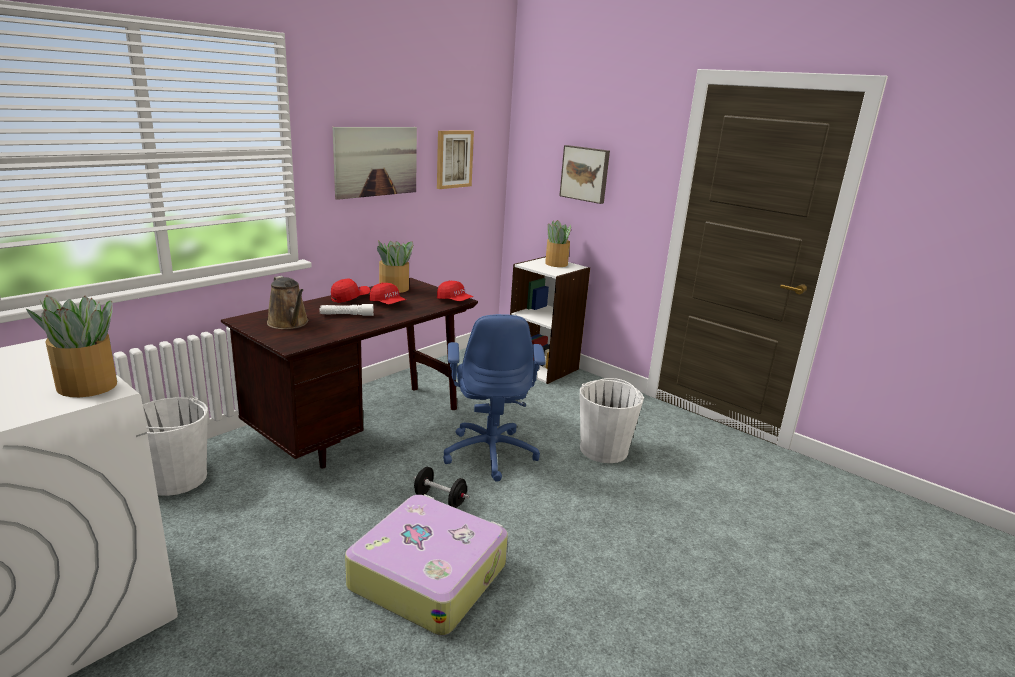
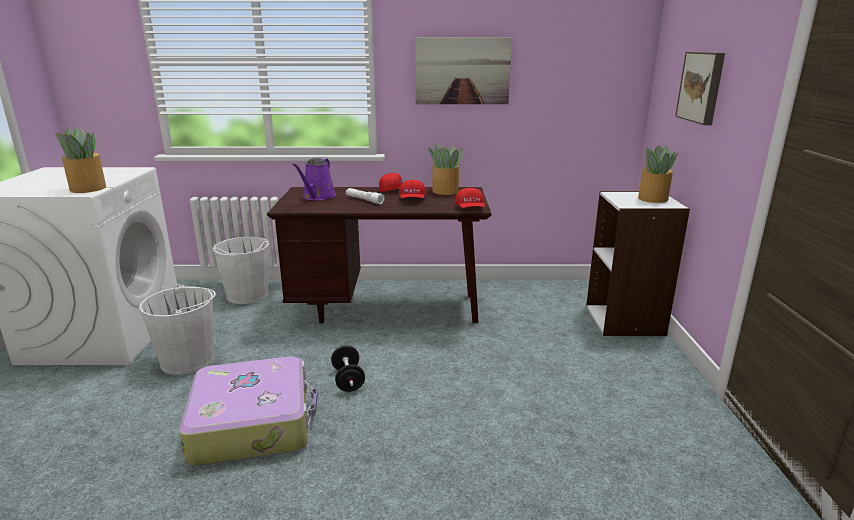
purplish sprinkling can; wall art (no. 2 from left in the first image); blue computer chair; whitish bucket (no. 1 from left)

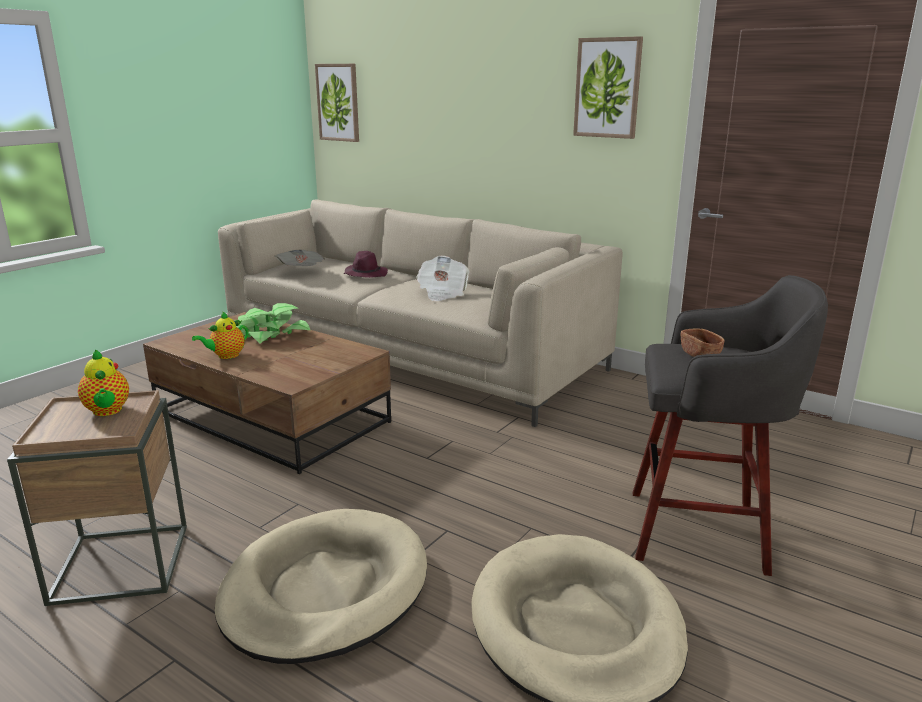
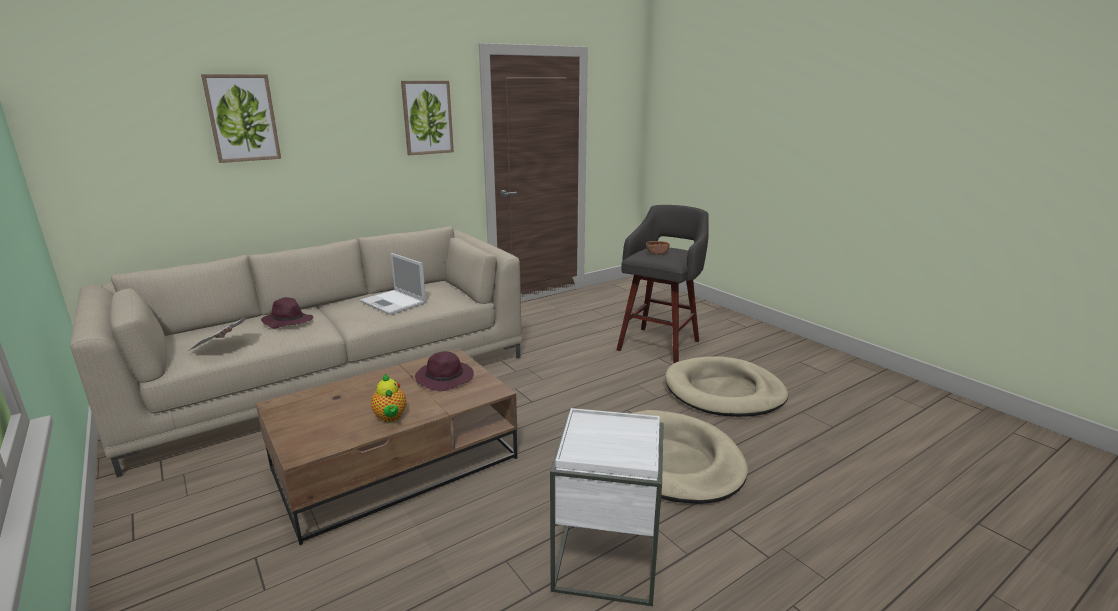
whitish side table; teapot (no. 1 from left in the first image); potted plant; wall art (no. 1 from left); laptop; purplish clothing hat (no. 2 from left)

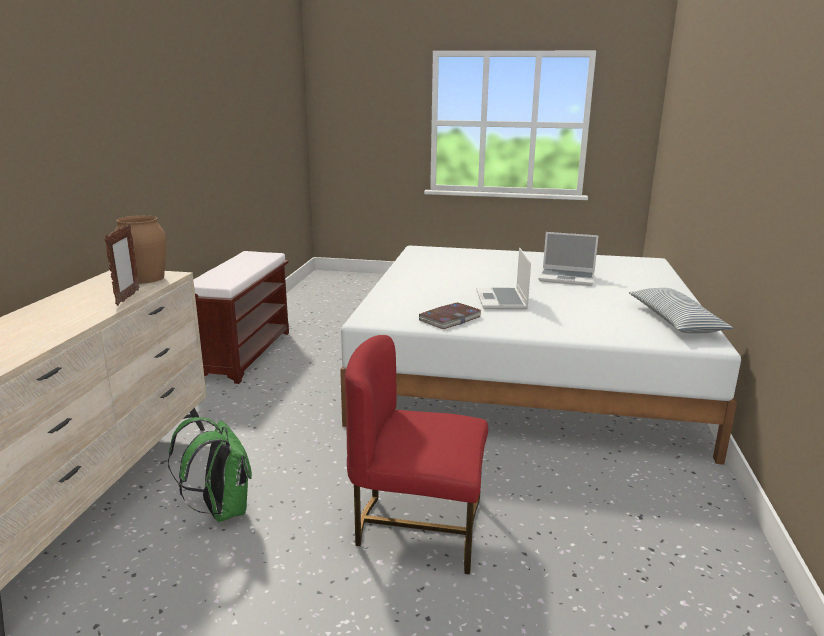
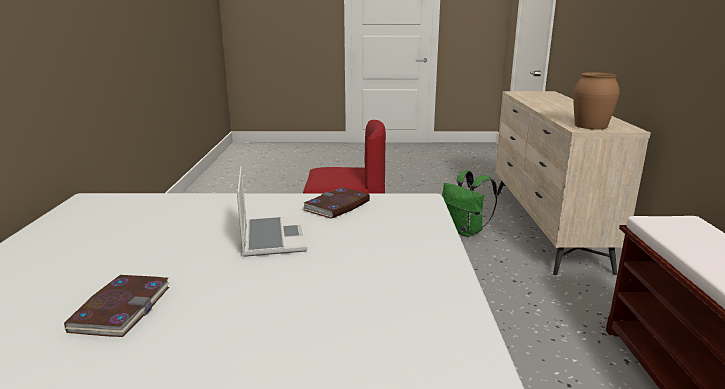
standing frame; book (no. 1 from left); cushion

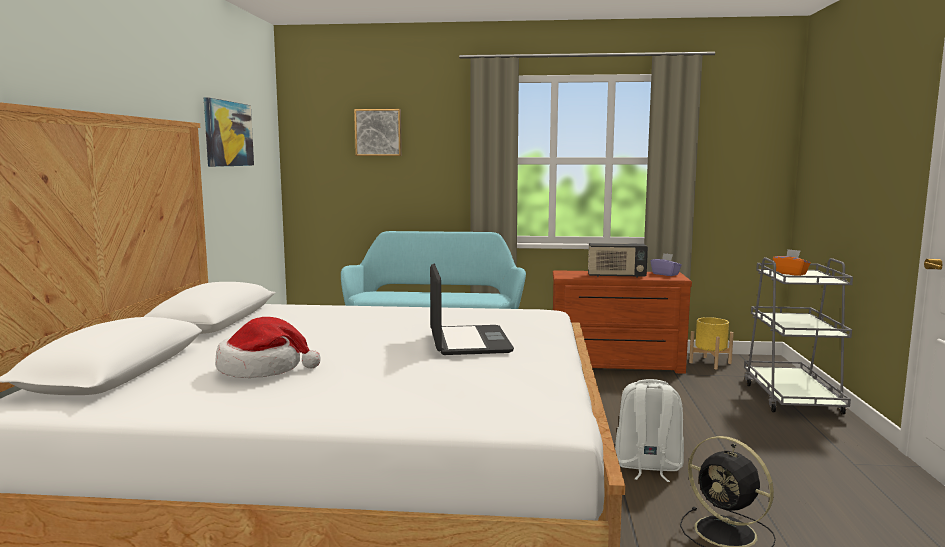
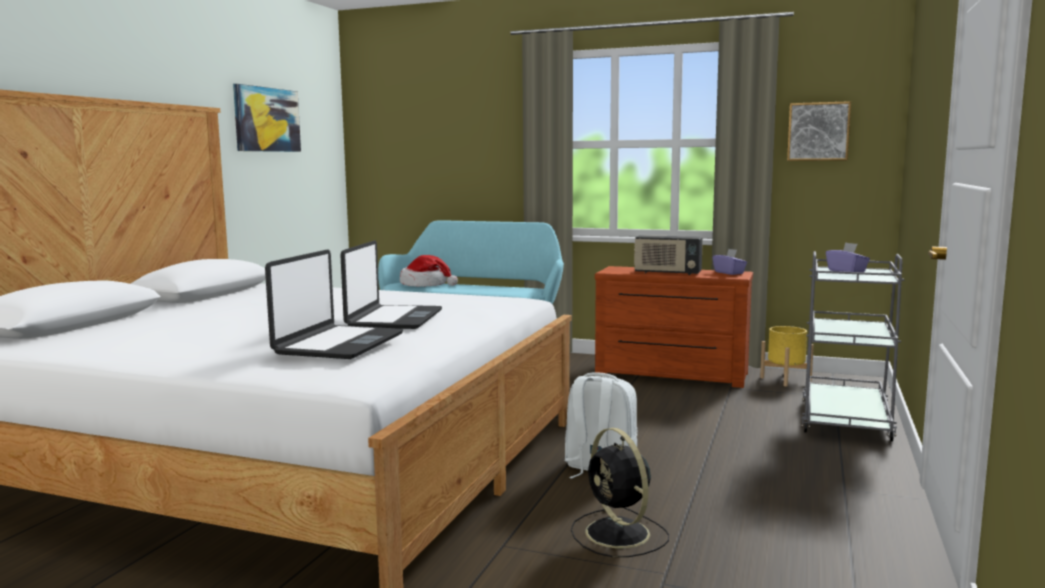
clothing hat; wall art (no. 2 from left); purplish box of tissues (no. 2 from left); laptop (no. 1 from left)

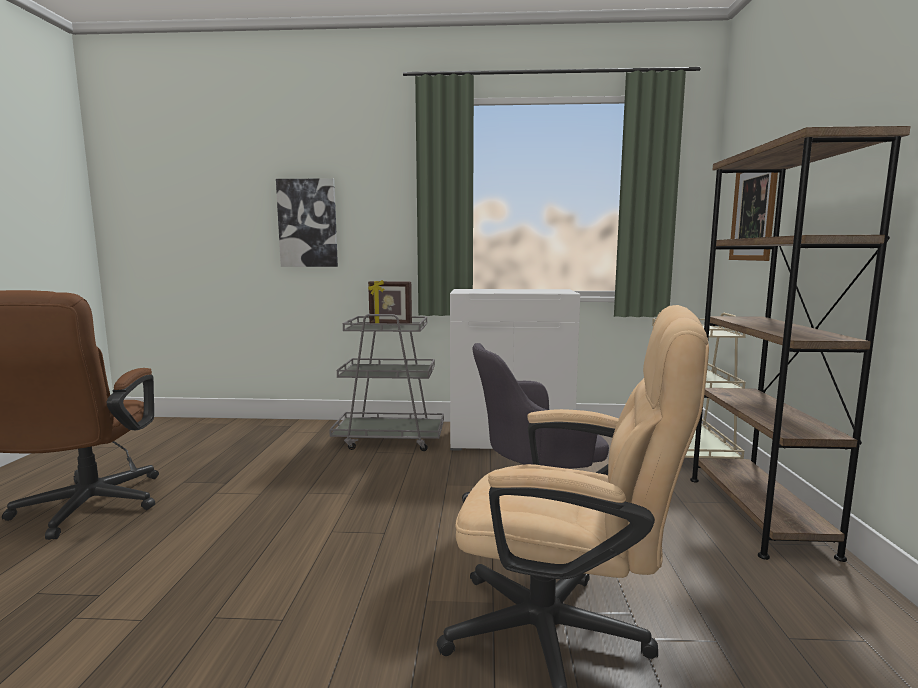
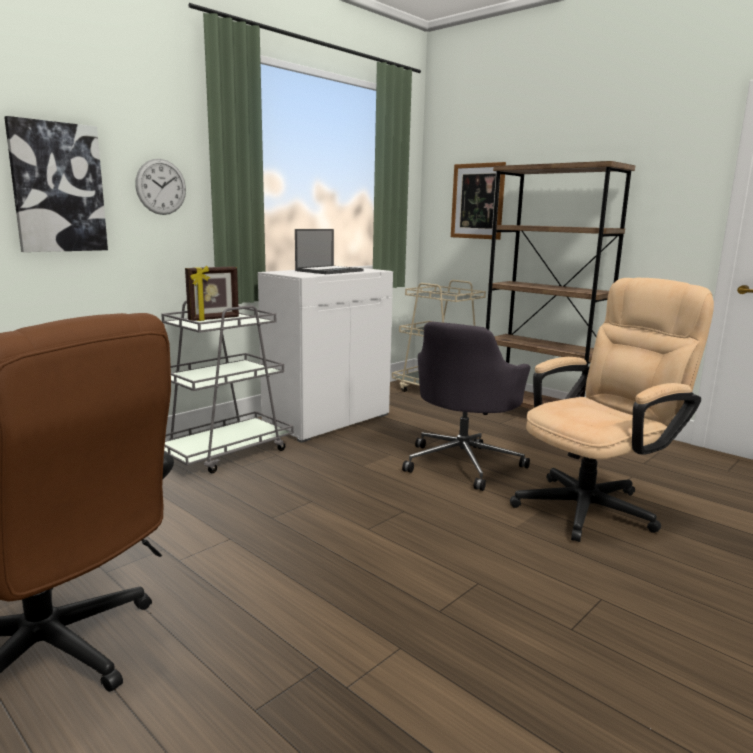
hanging clock; laptop

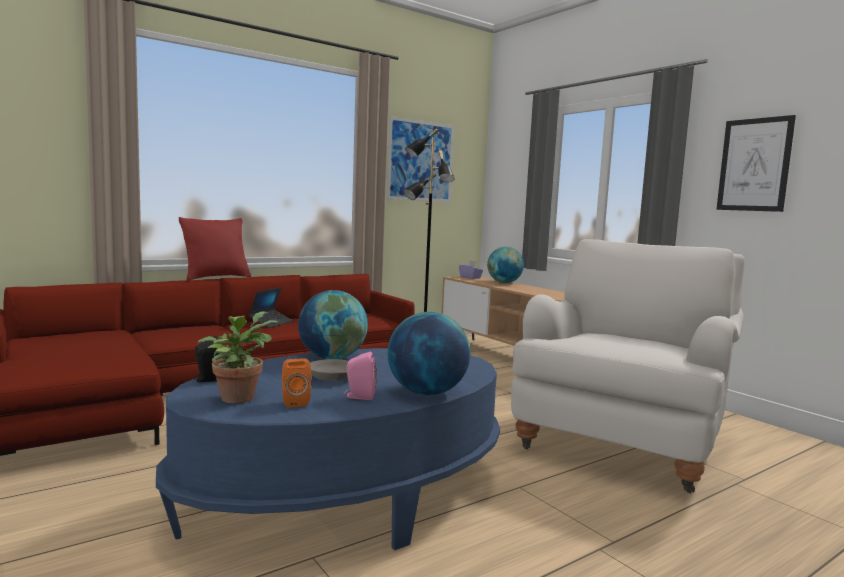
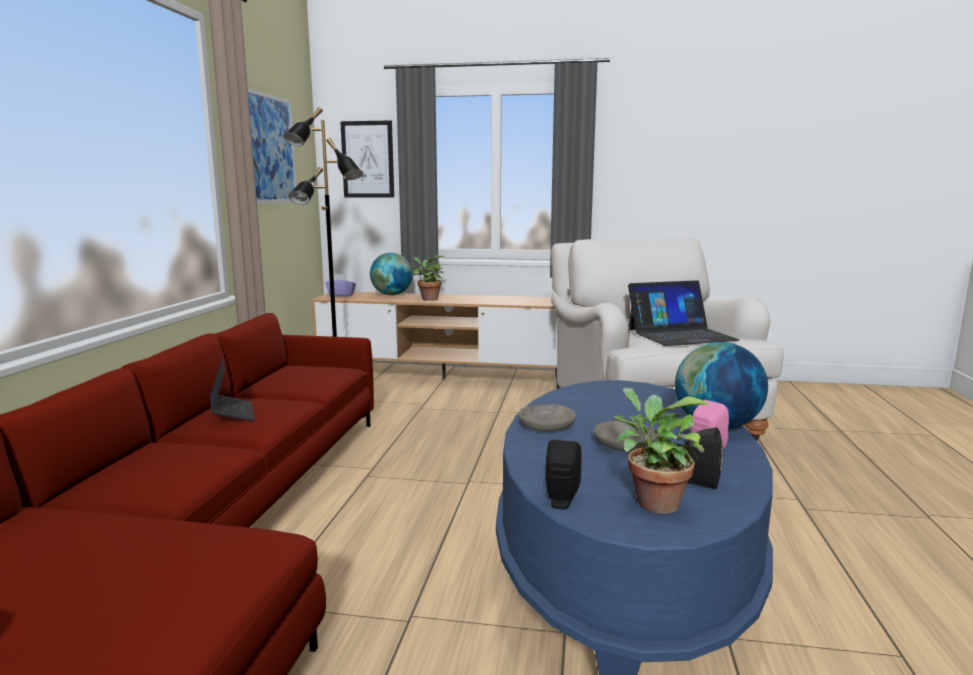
reddish cushion; black loudspeaker (no. 2 from left); gray deep dish (no. 1 from left); wall art (no. 2 from left); potted plant (no. 1 from left); laptop (no. 2 from left)

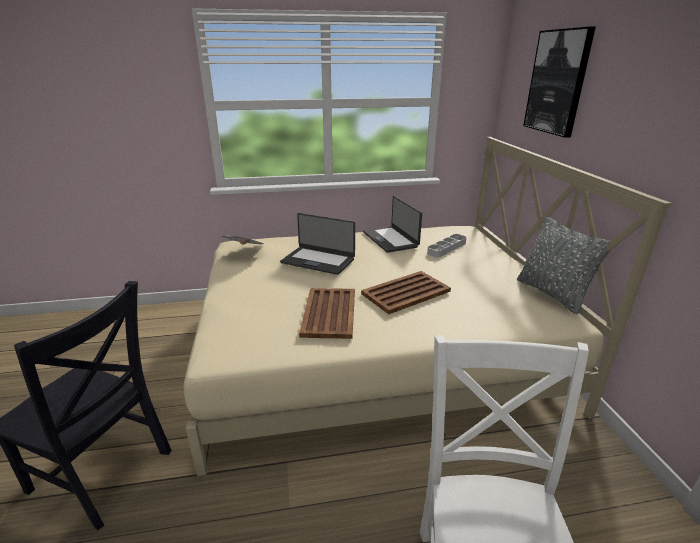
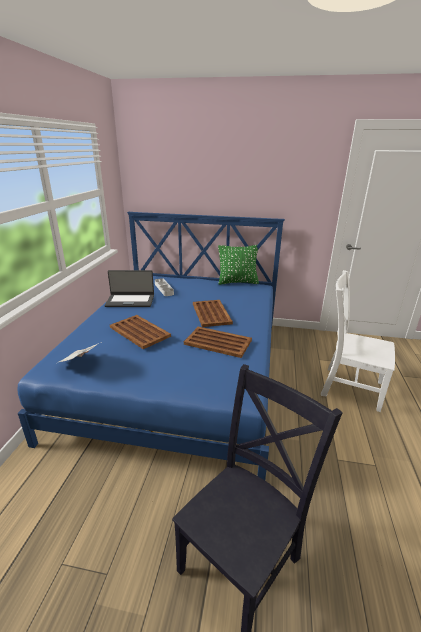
blue bedroom bed; brown tray (no. 1 from left); green cushion; wall art

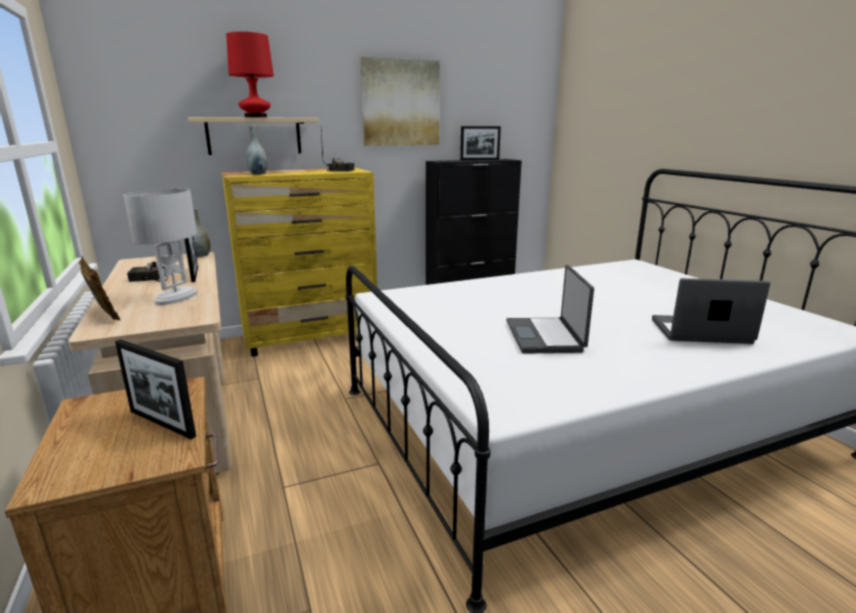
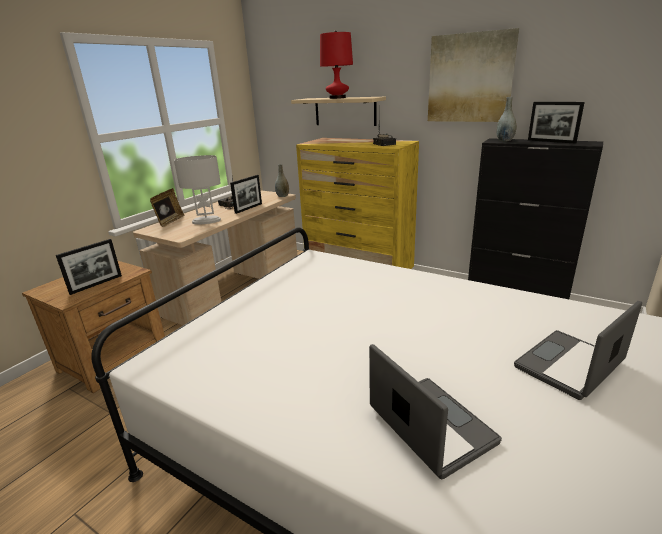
standing frame (no. 1 from left); gray flower vase (no. 2 from left); laptop (no. 2 from left)

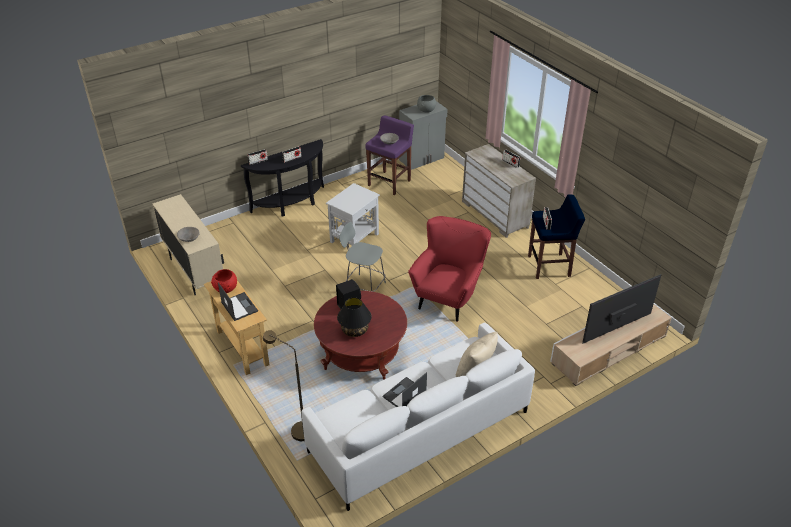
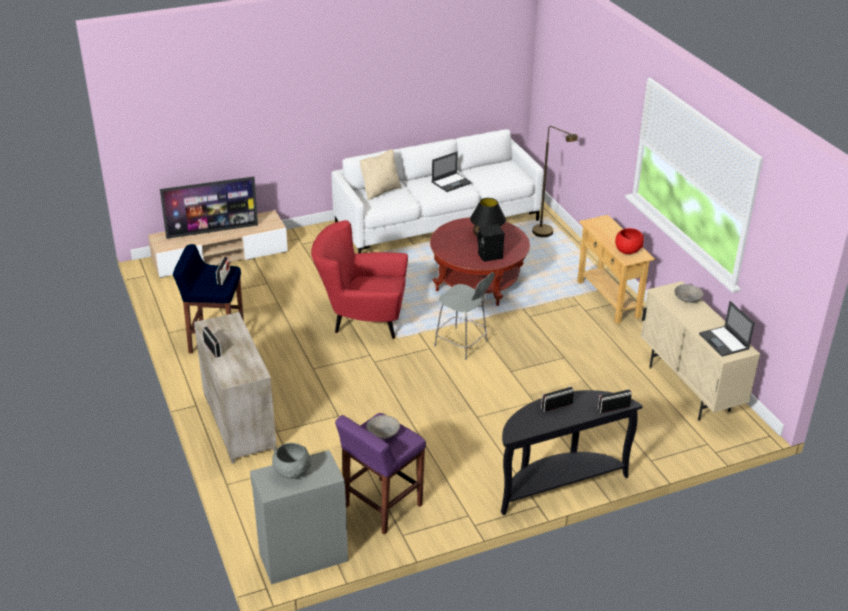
laptop (no. 2 from left); whitish side table; reddish easy chair

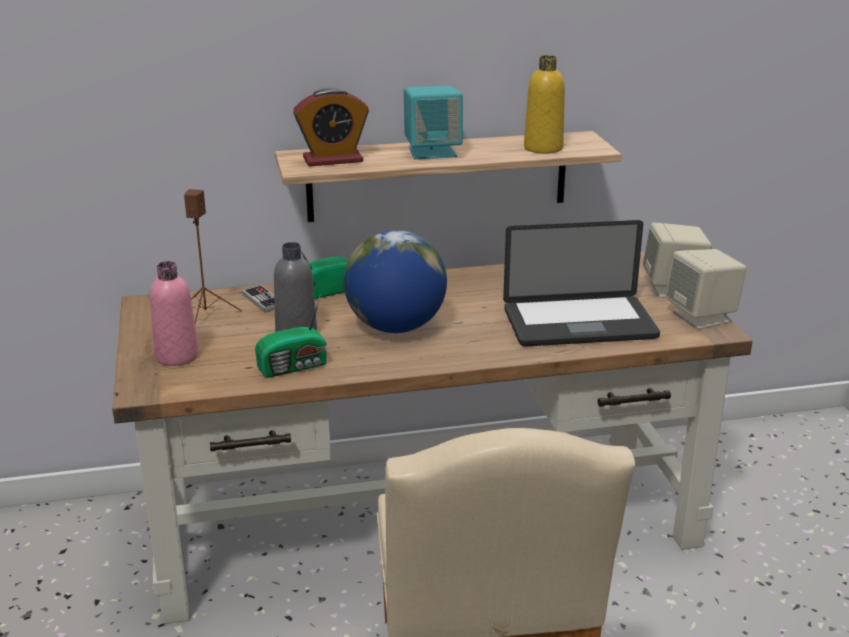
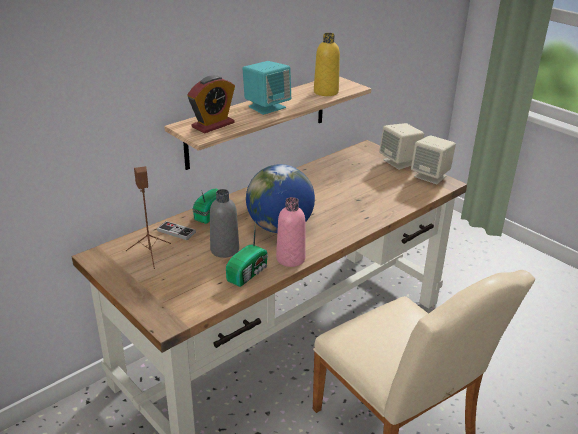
pinkish drink bottle; laptop

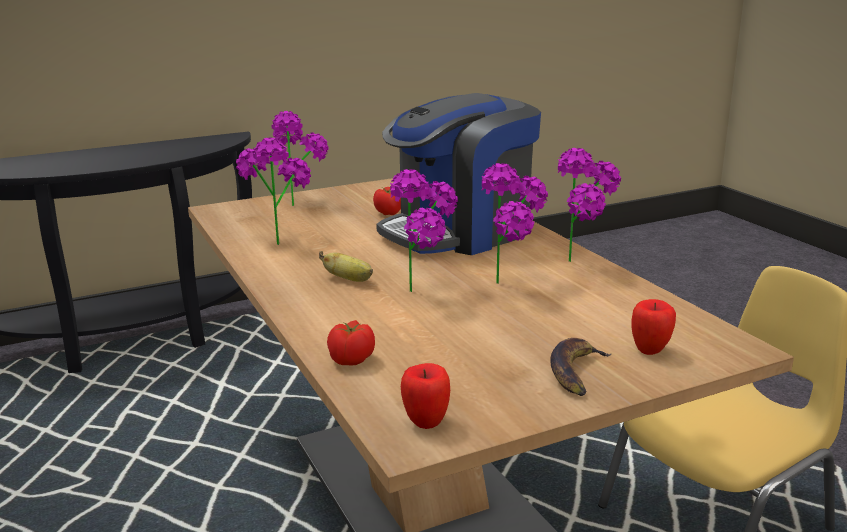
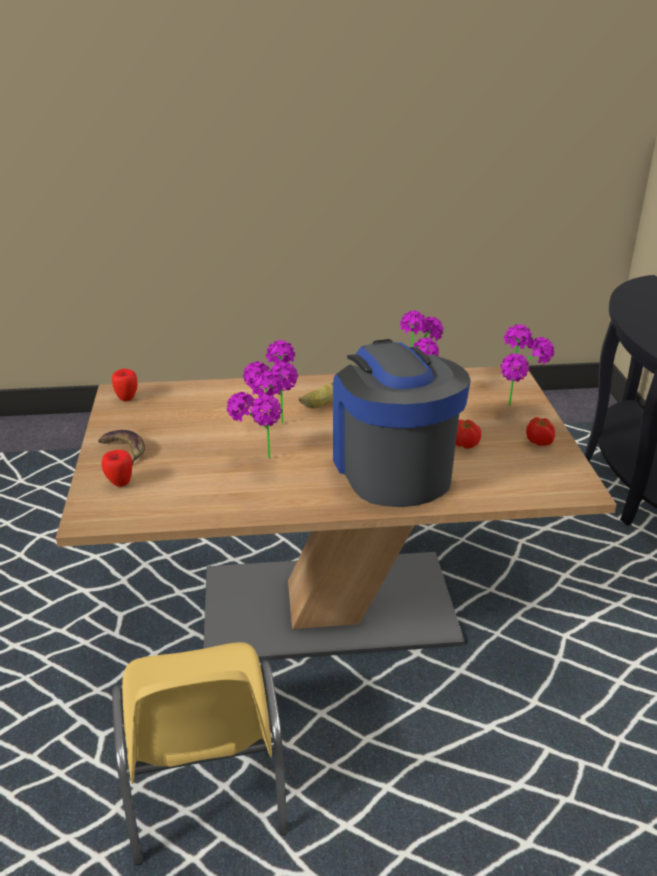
fresh tomato (no. 2 from left); potted plant (no. 5 from left in the first image)

